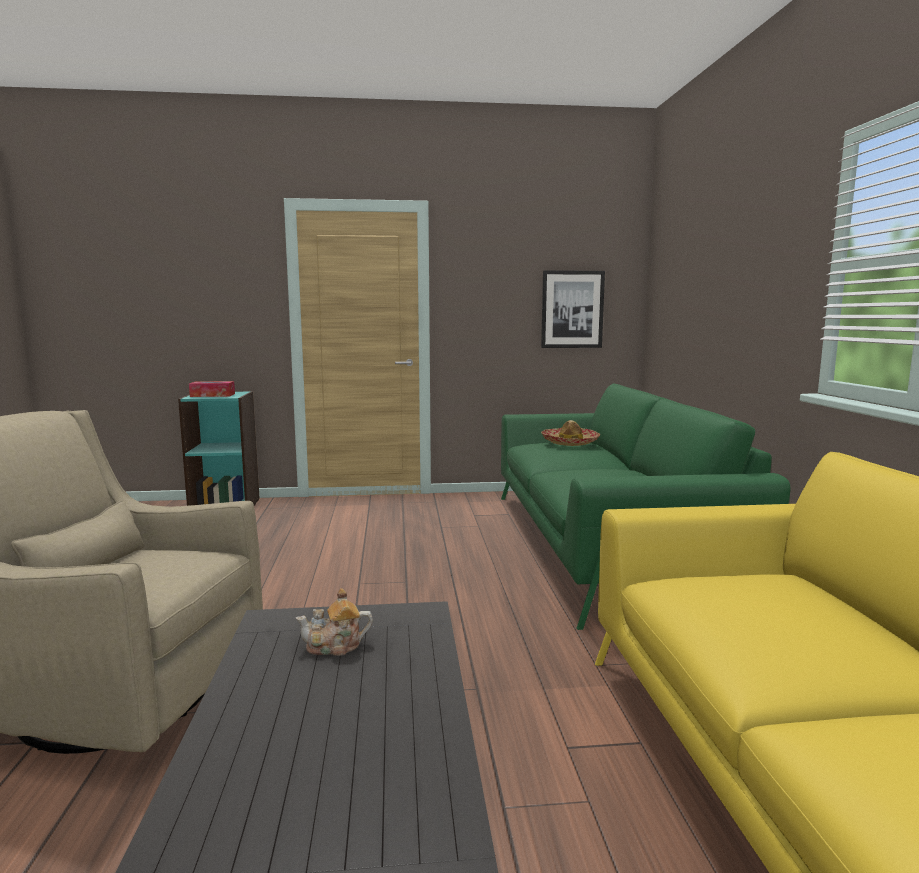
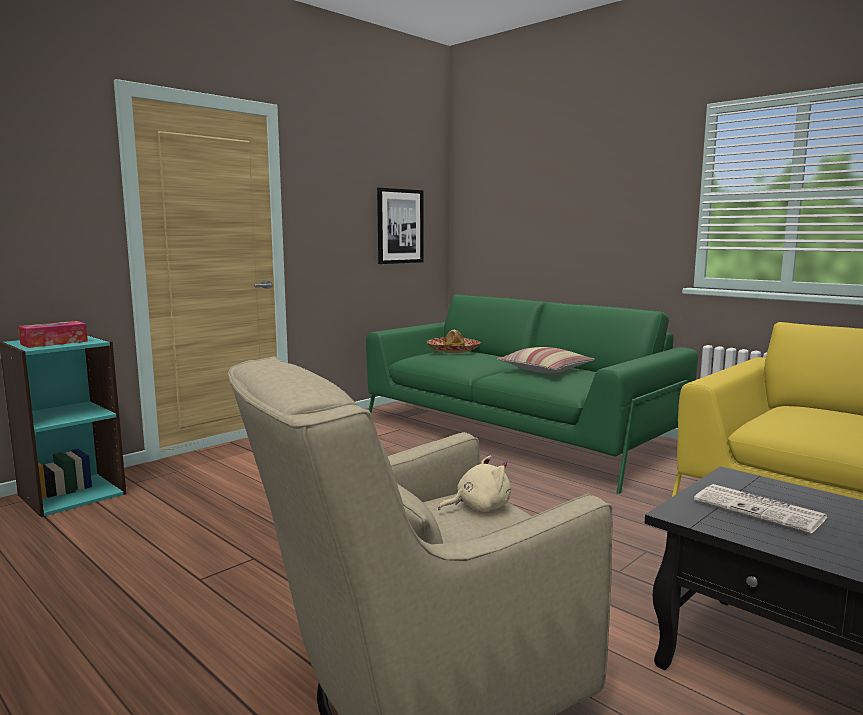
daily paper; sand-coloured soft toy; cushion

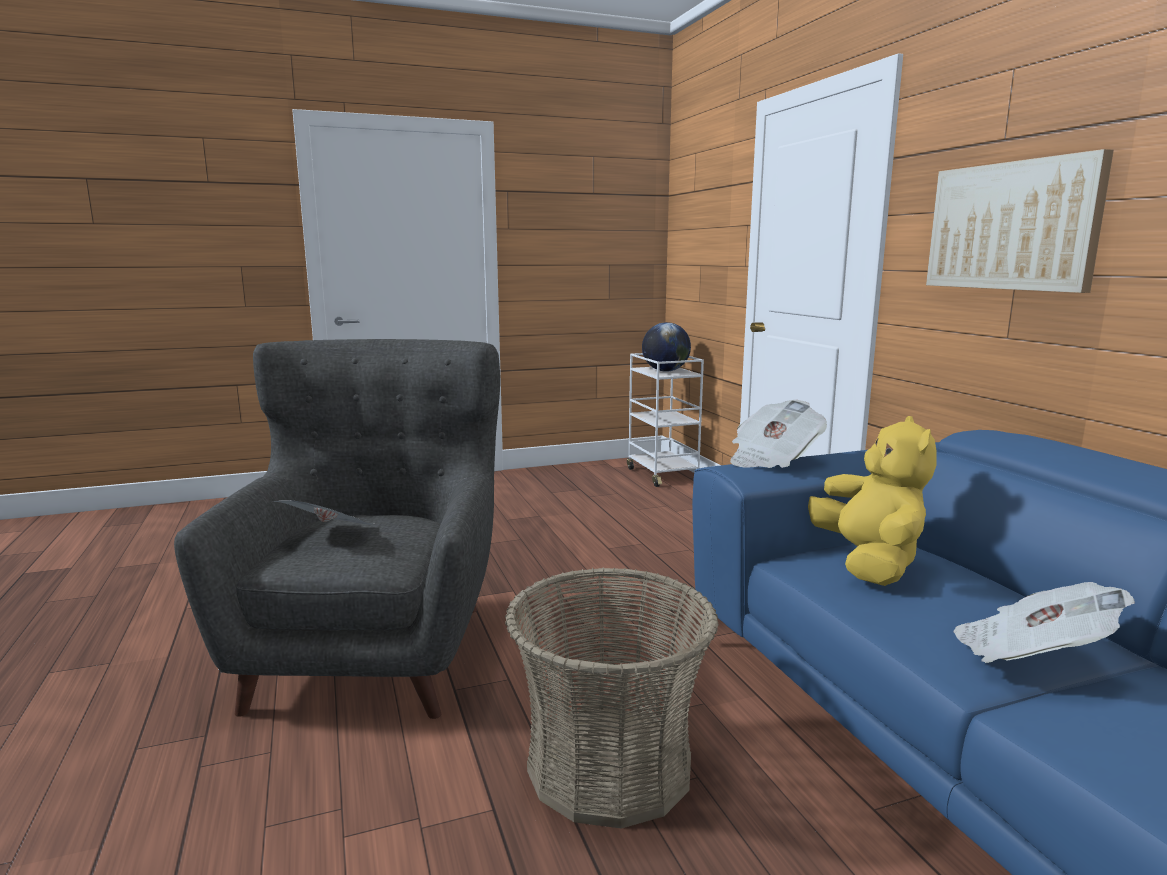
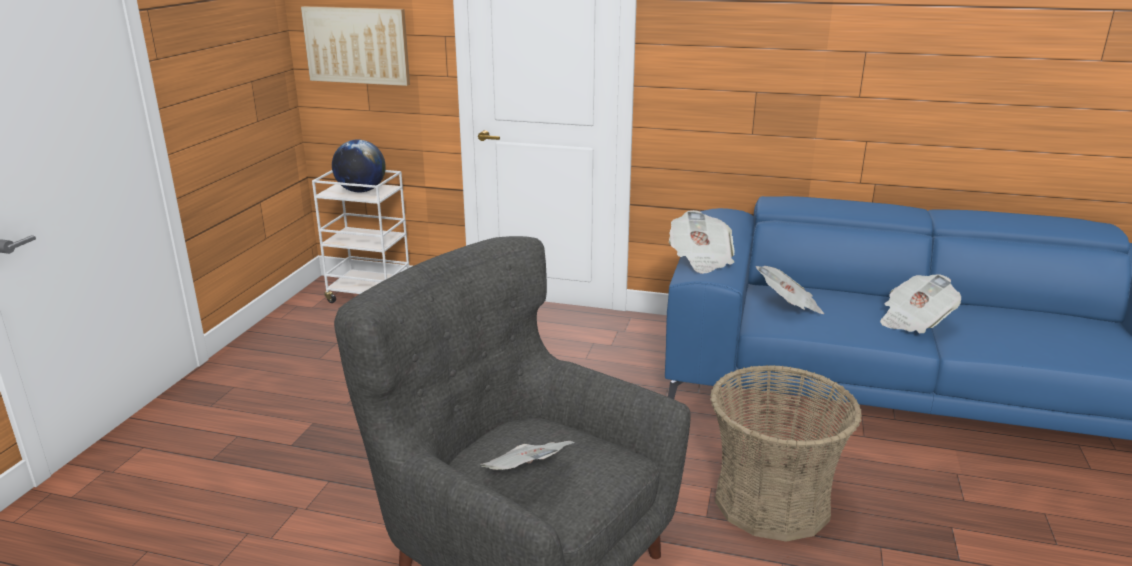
daily paper (no. 3 from left); wall art

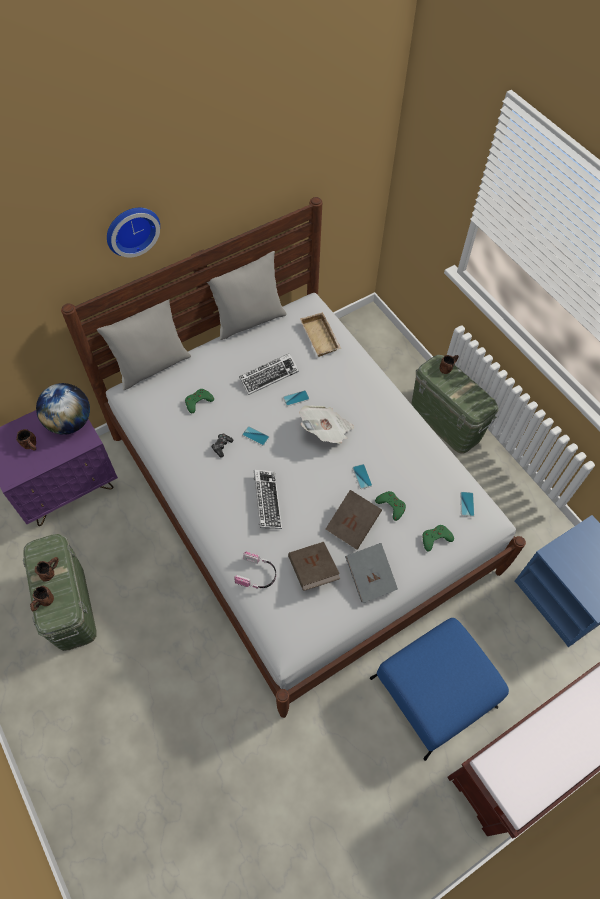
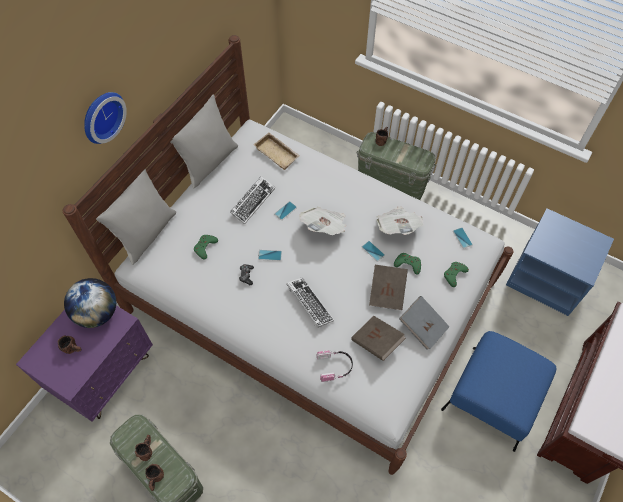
daily paper (no. 2 from left)

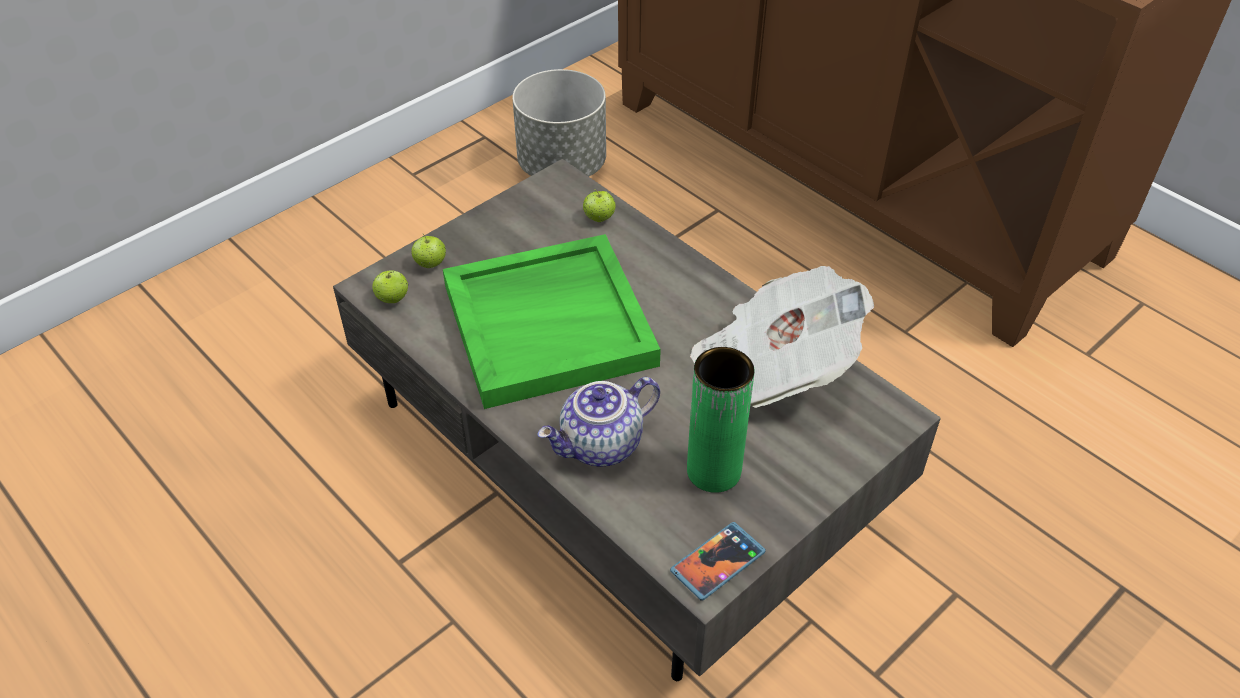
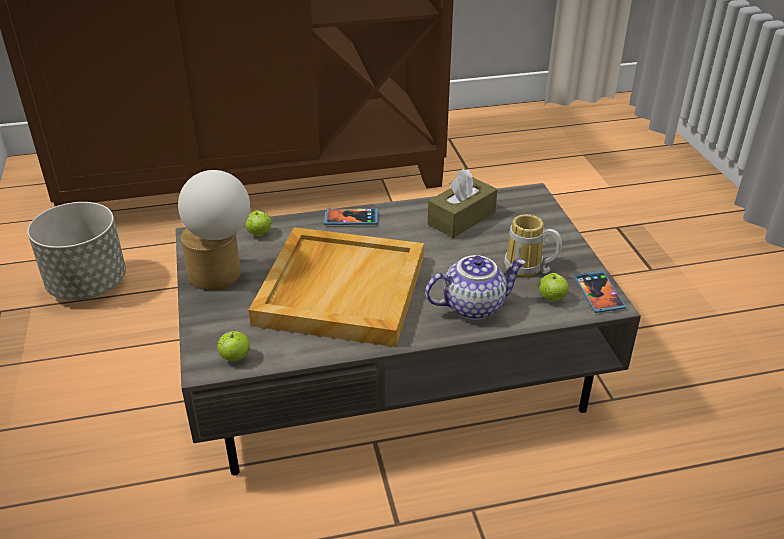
apple (no. 3 from left); sand-coloured tray; teapot; mug; brown box of tissues; lamp for a table; handset (no. 1 from left)

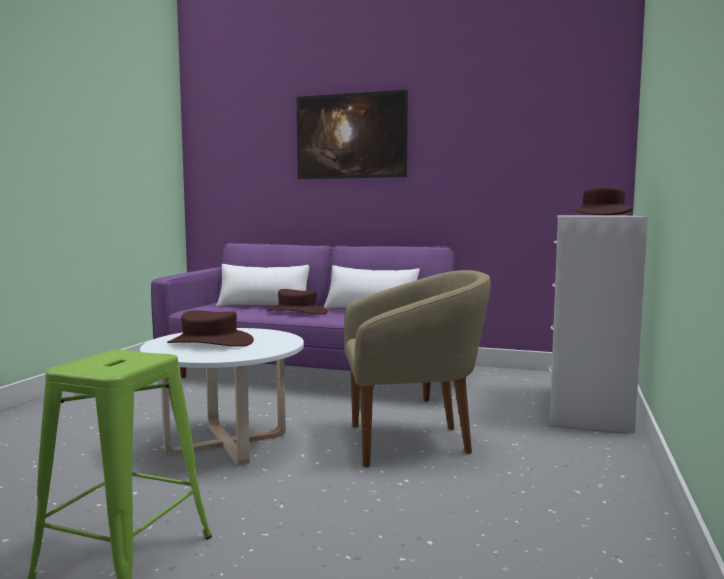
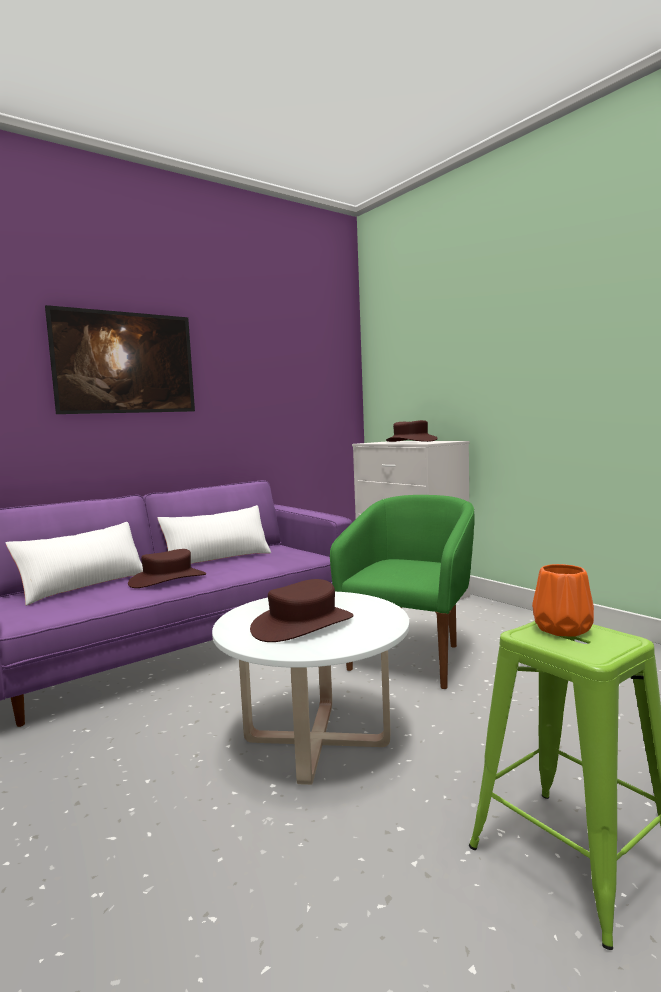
green easy chair; orange-coloured flower vase

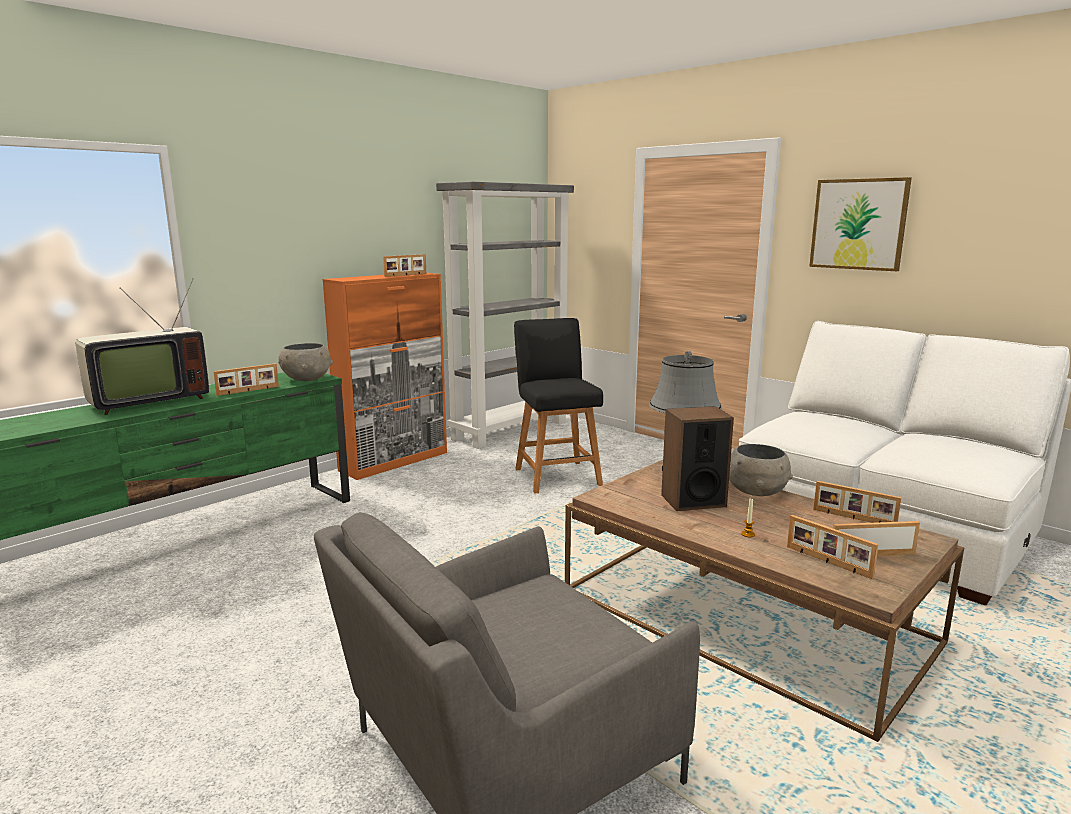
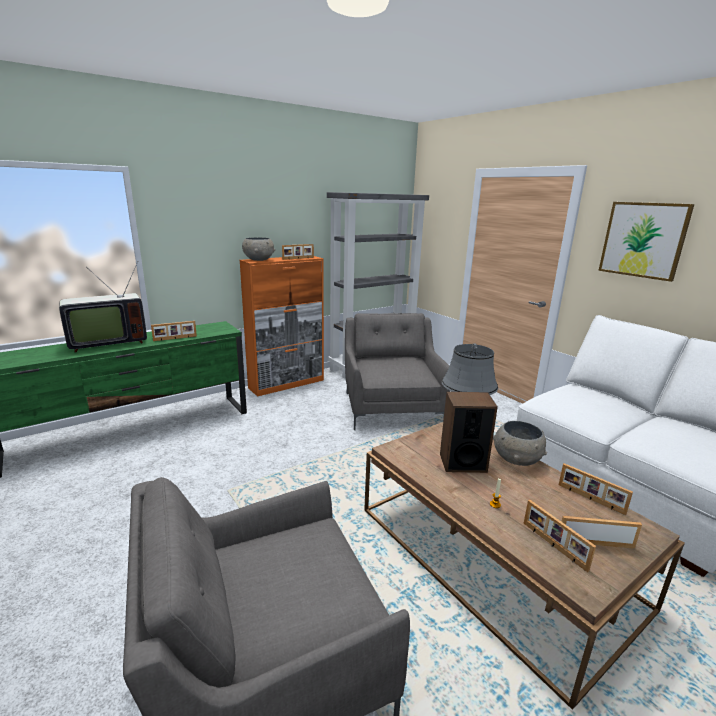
gray deep dish (no. 1 from left); gray easy chair (no. 2 from left)

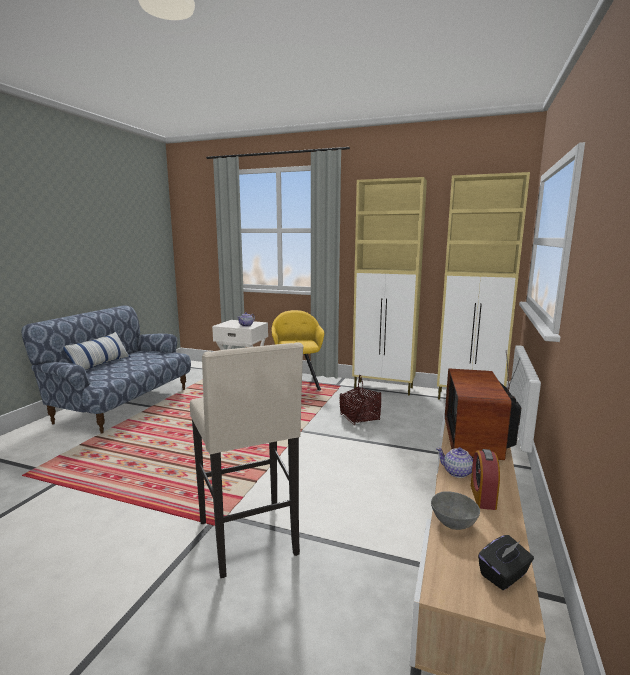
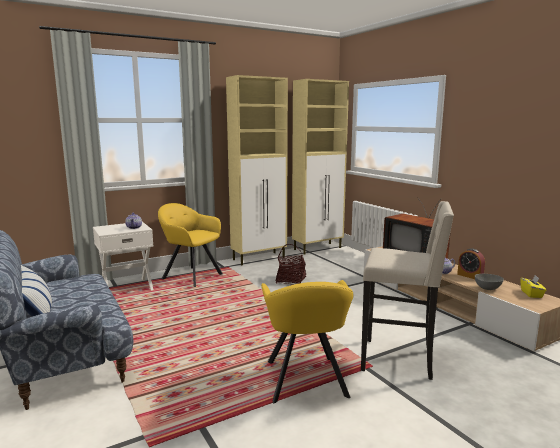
yellow box of tissues; yellow easy chair (no. 2 from left)

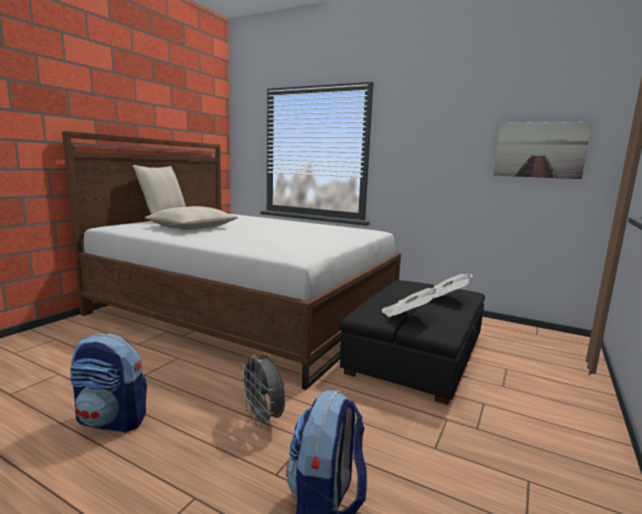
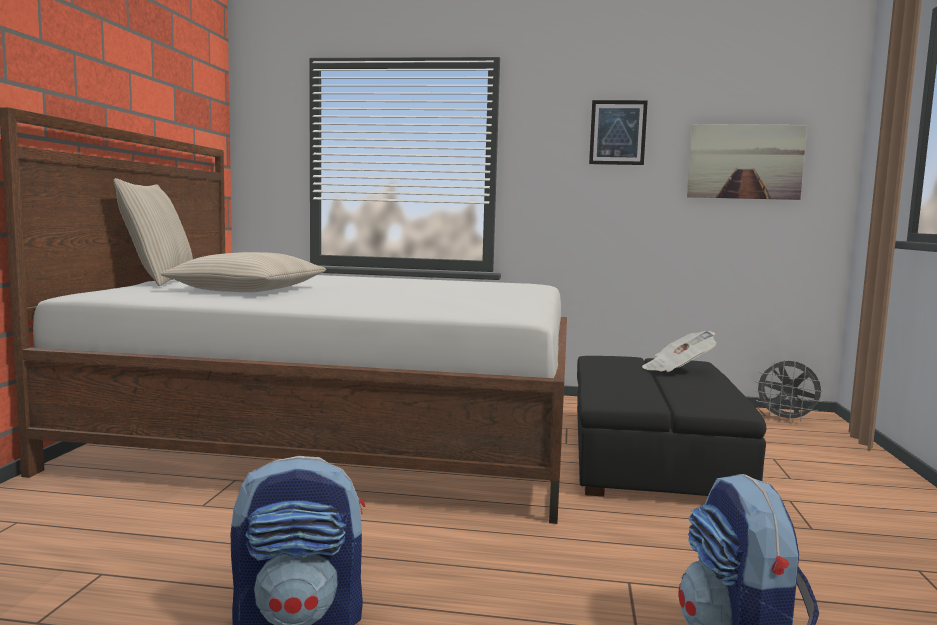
gray cooling fan; daily paper (no. 1 from left in the first image); wall art (no. 1 from left)

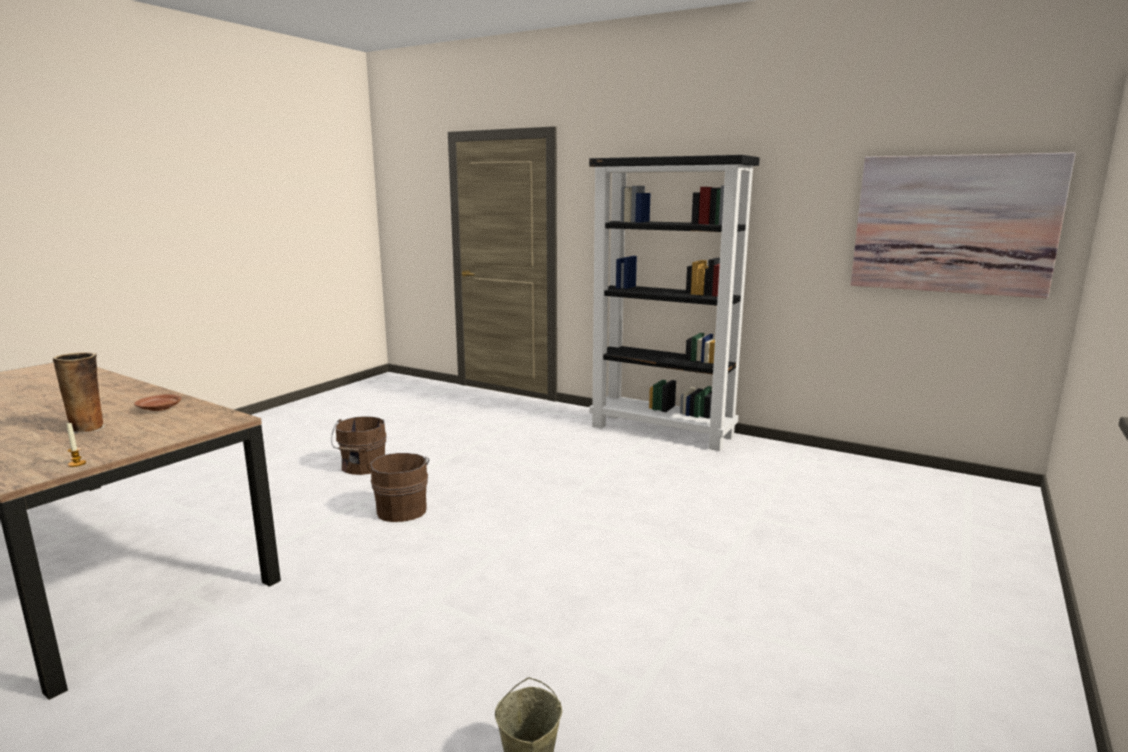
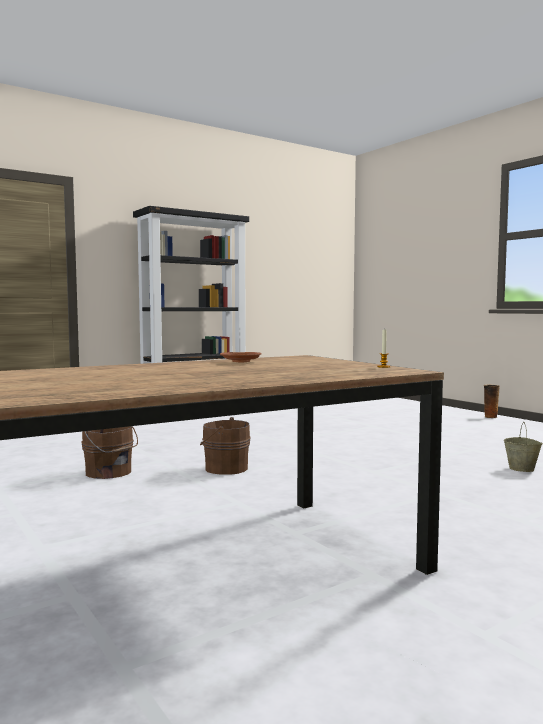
flower vase; wall art

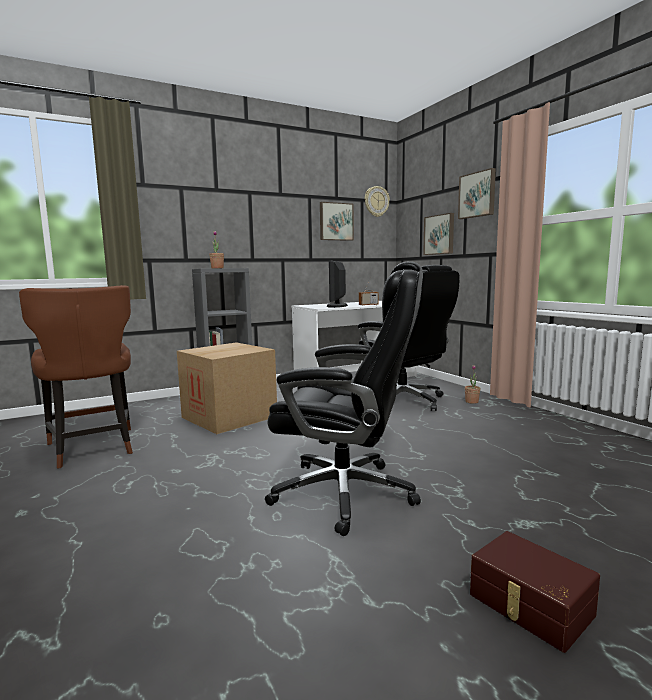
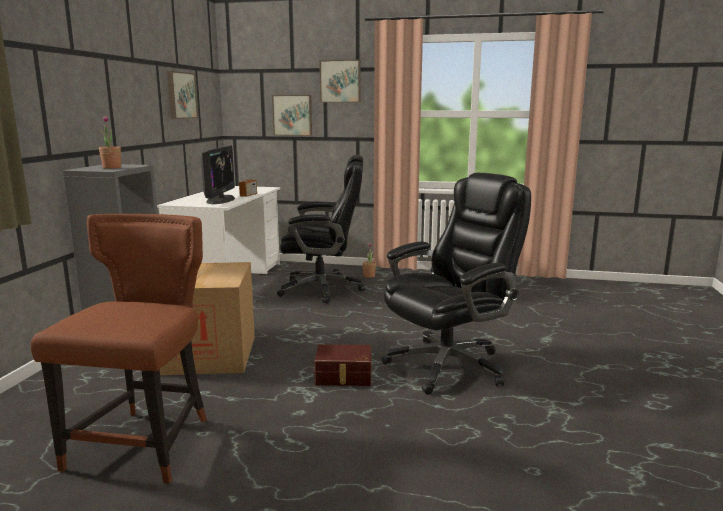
brown upright chair; monitor; hanging clock; brown storage container

